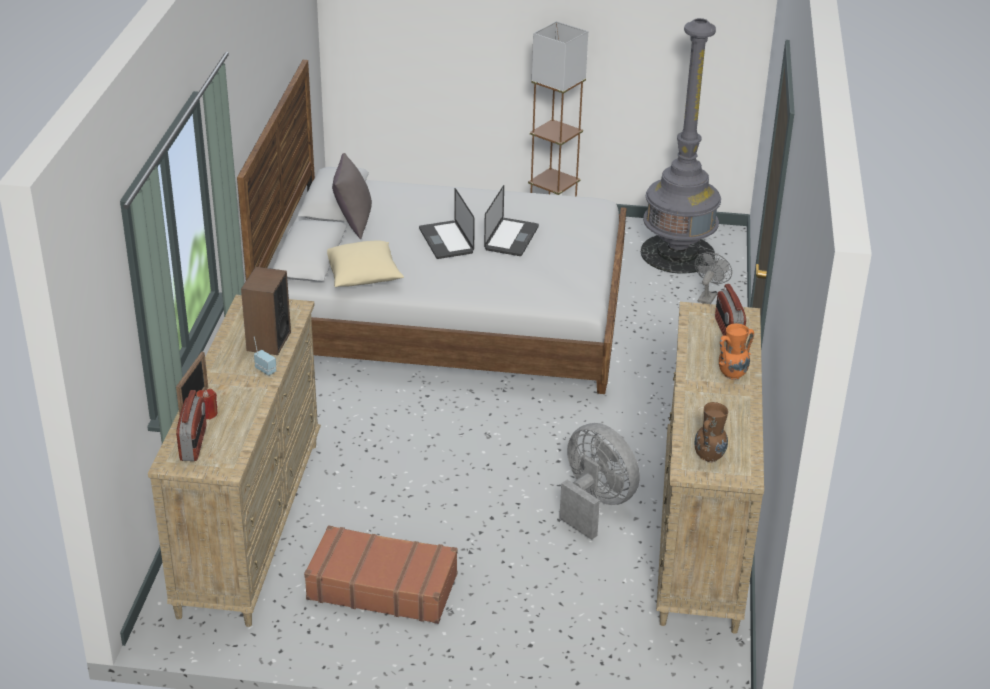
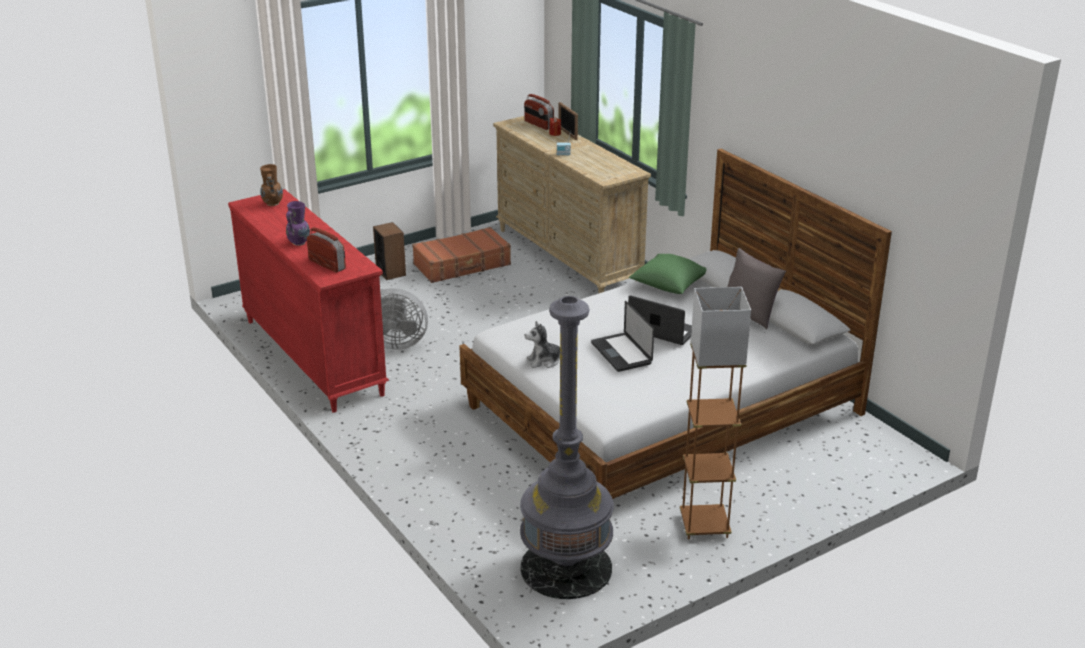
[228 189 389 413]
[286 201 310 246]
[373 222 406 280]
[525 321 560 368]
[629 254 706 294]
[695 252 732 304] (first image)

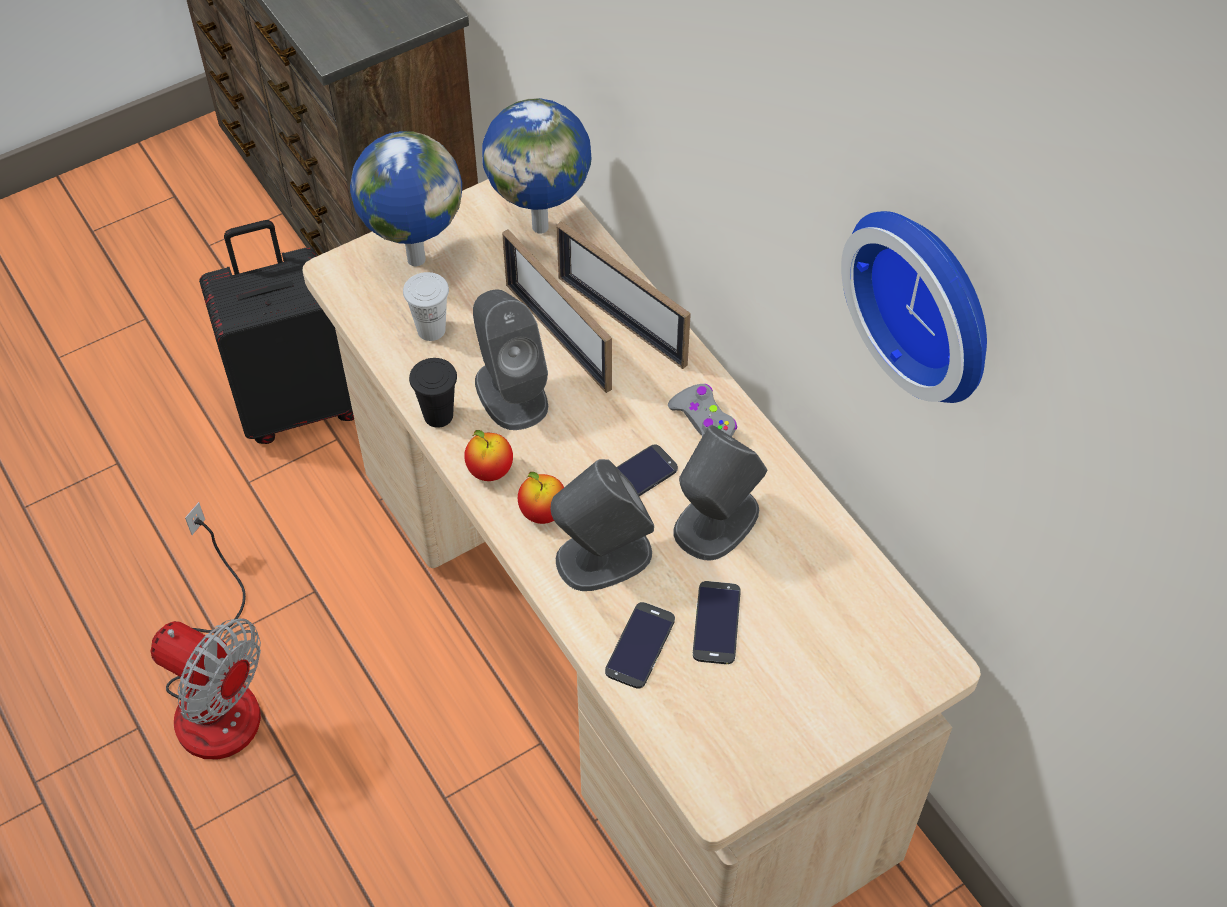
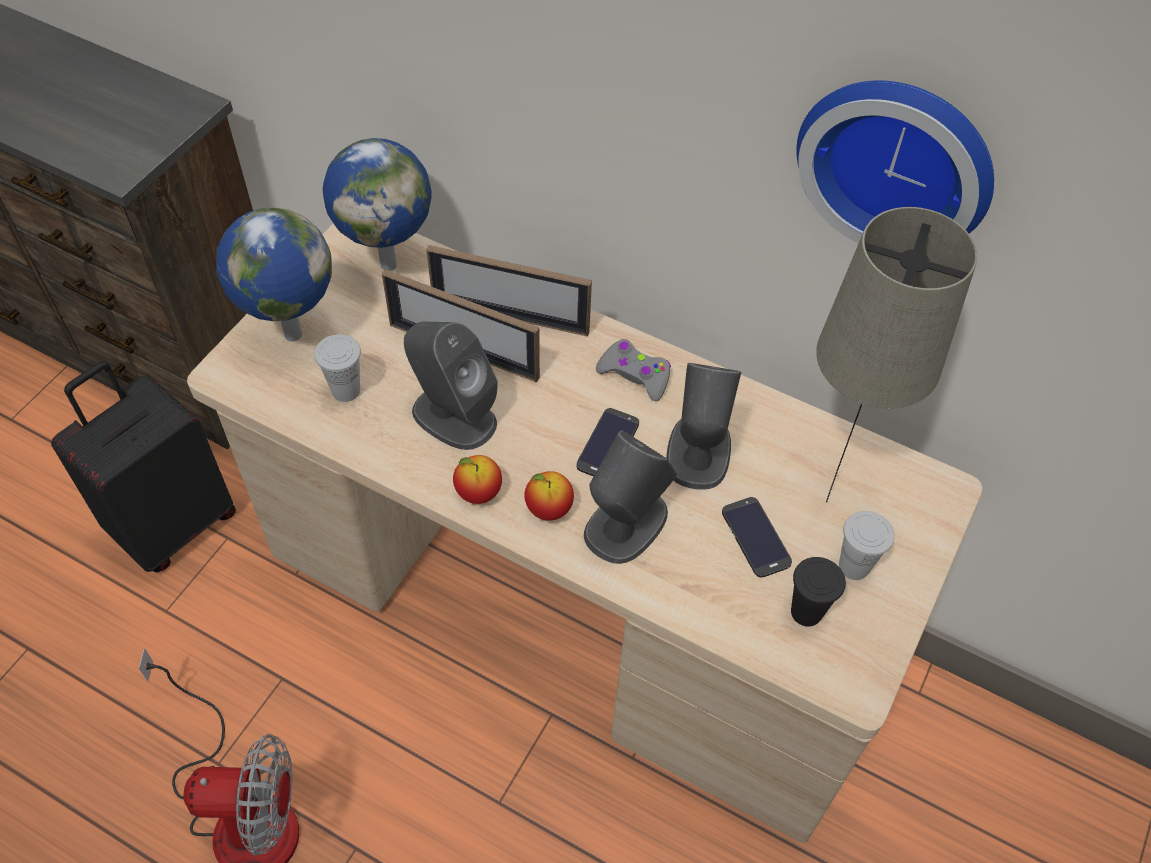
[791 557 846 627]
[816 207 977 502]
[839 511 895 580]
[605 602 675 689] (first image)

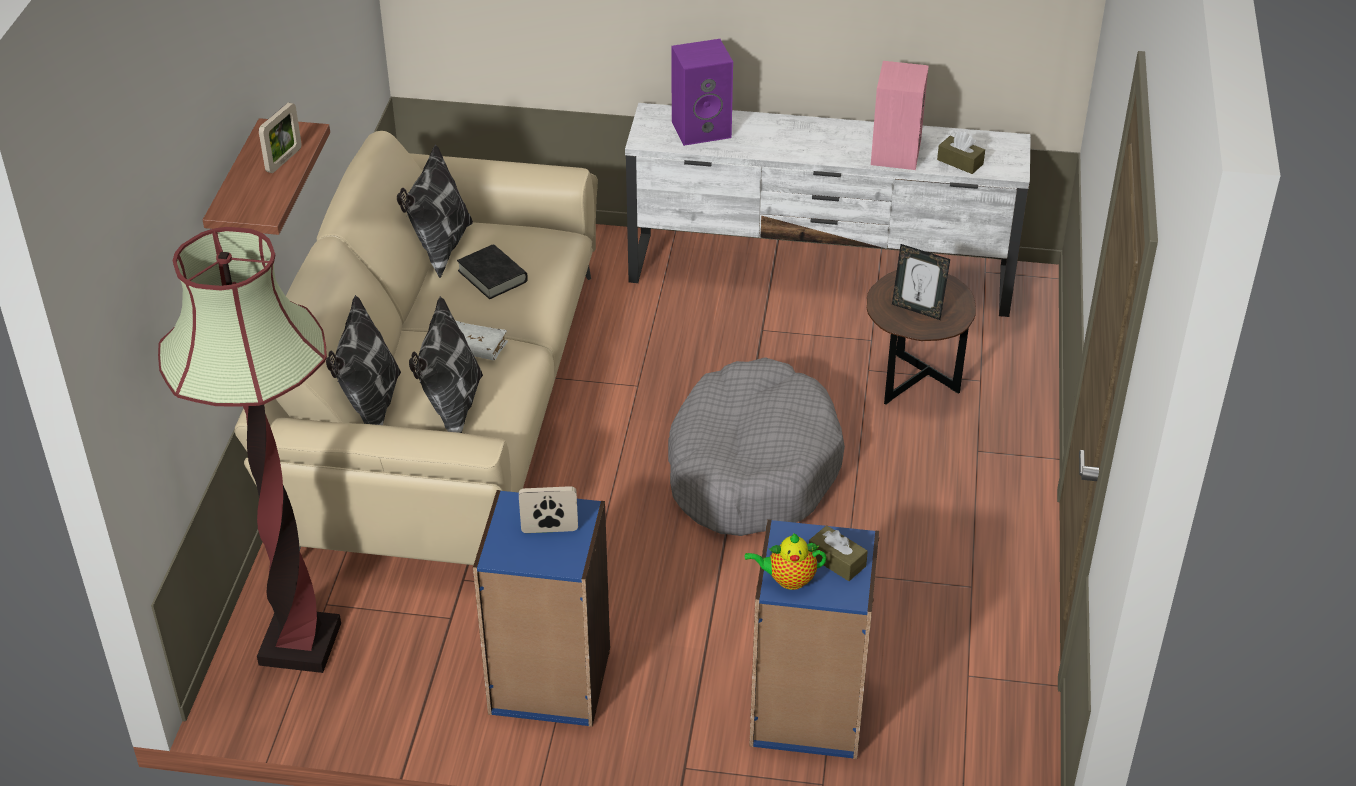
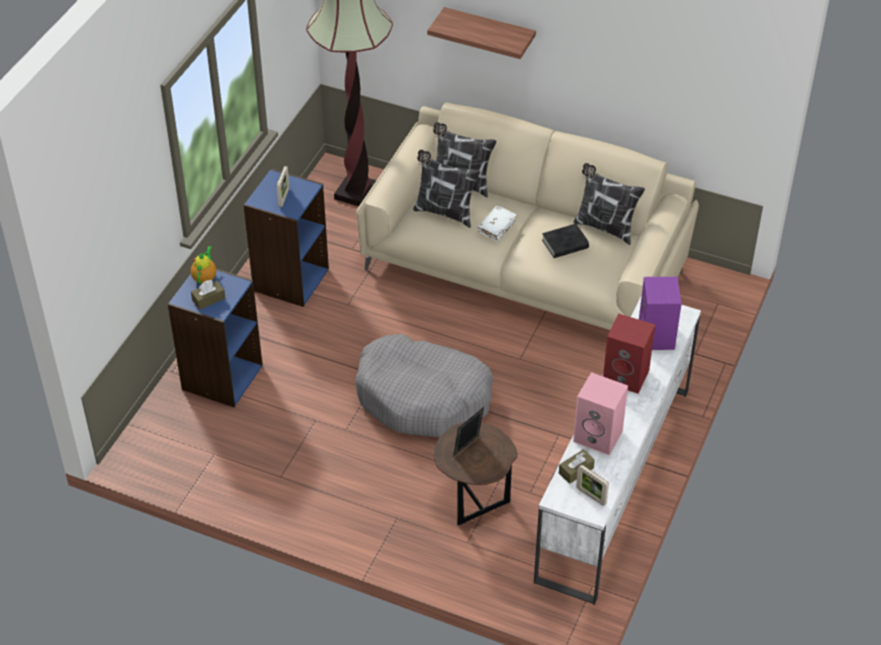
[576 465 609 506]
[603 314 655 394]

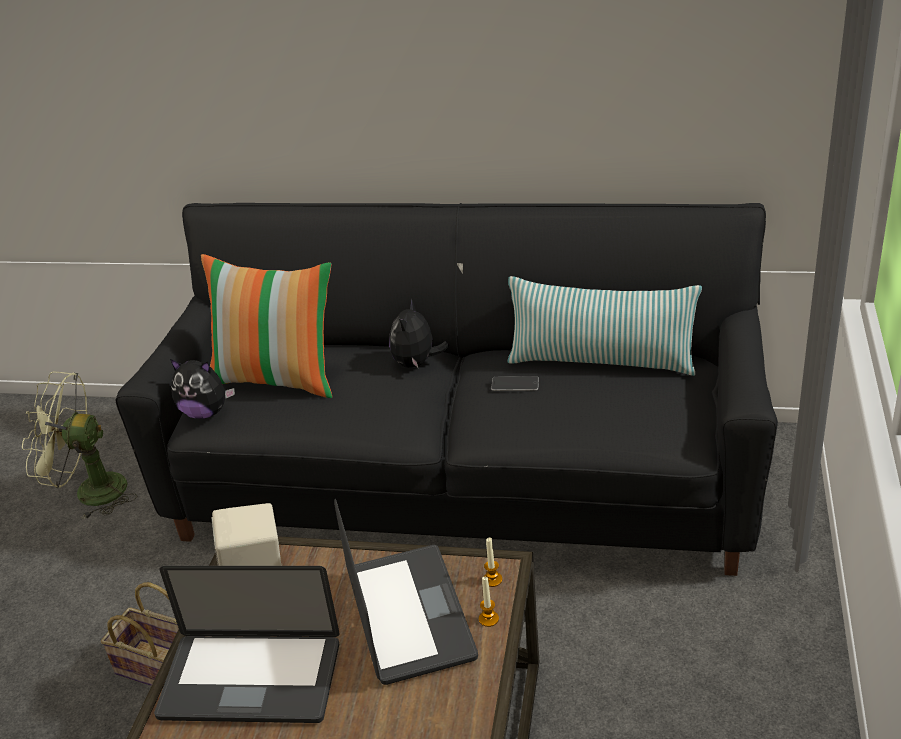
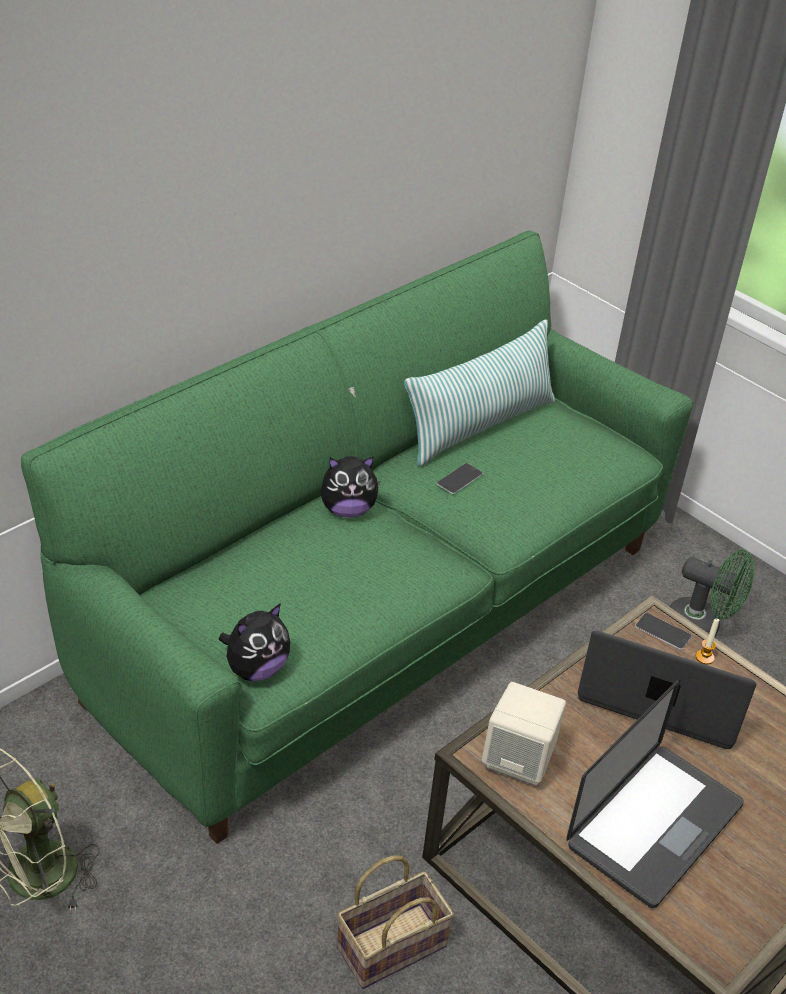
[21 231 693 844]
[320 456 381 518]
[635 613 692 650]
[669 550 754 636]
[201 254 332 398] (first image)

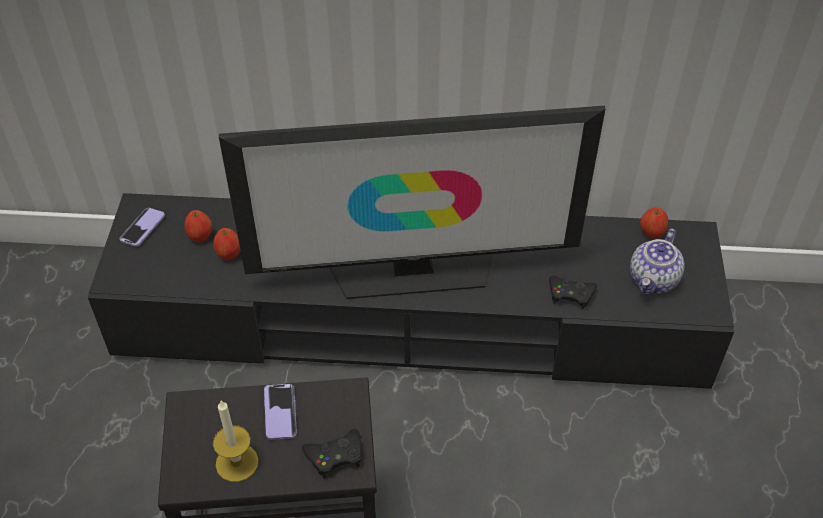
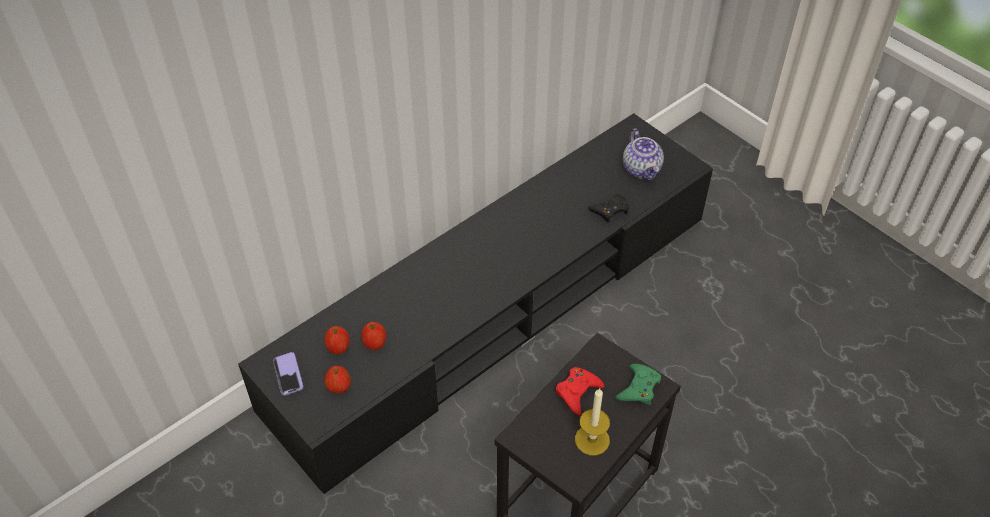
[324 366 351 393]
[556 367 604 416]
[615 364 661 405]
[219 106 606 299] (first image)

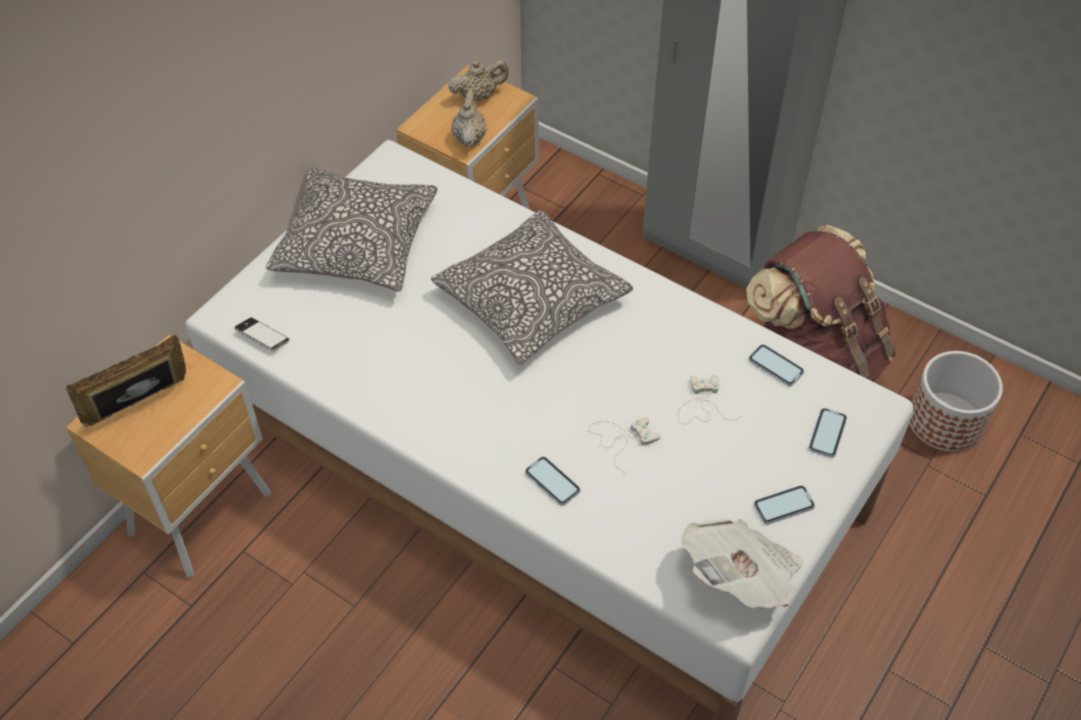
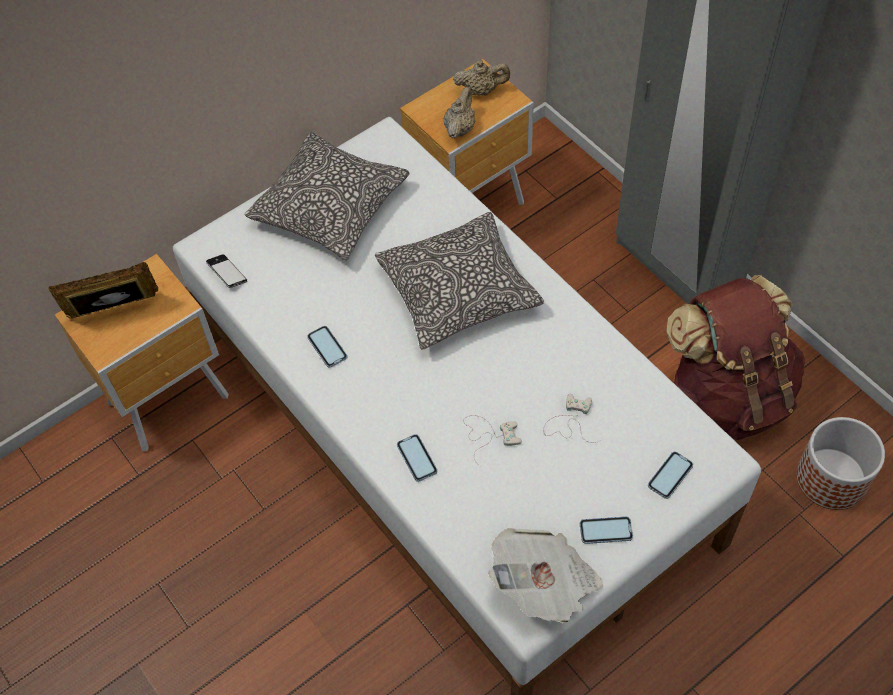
[307 326 347 368]

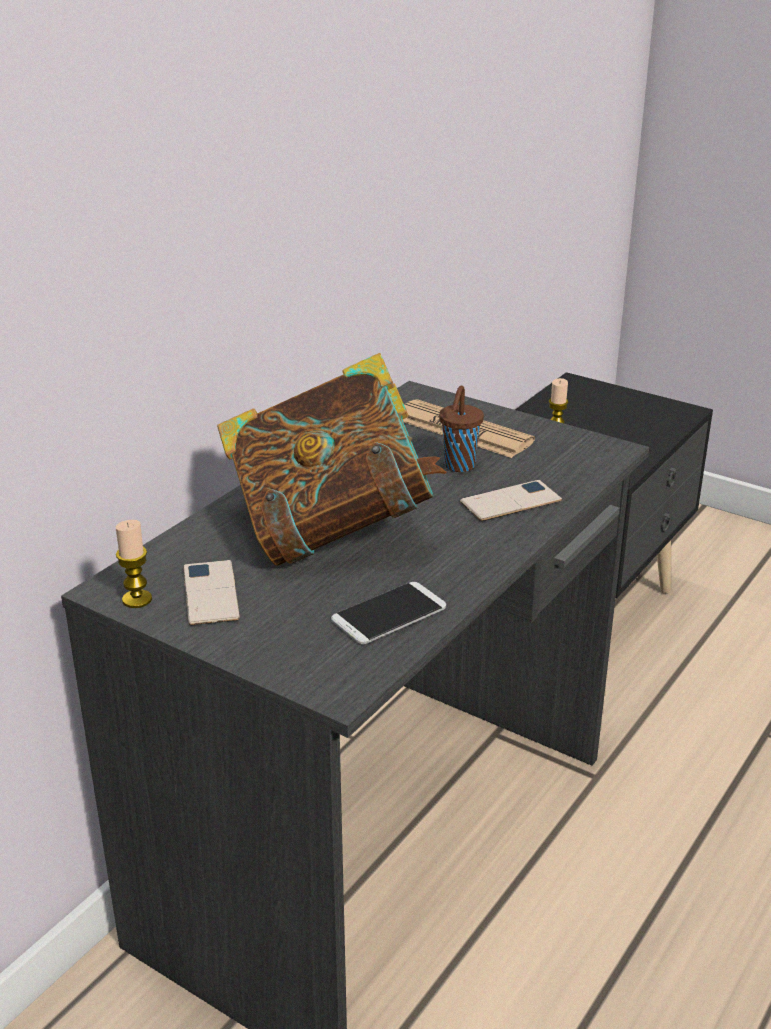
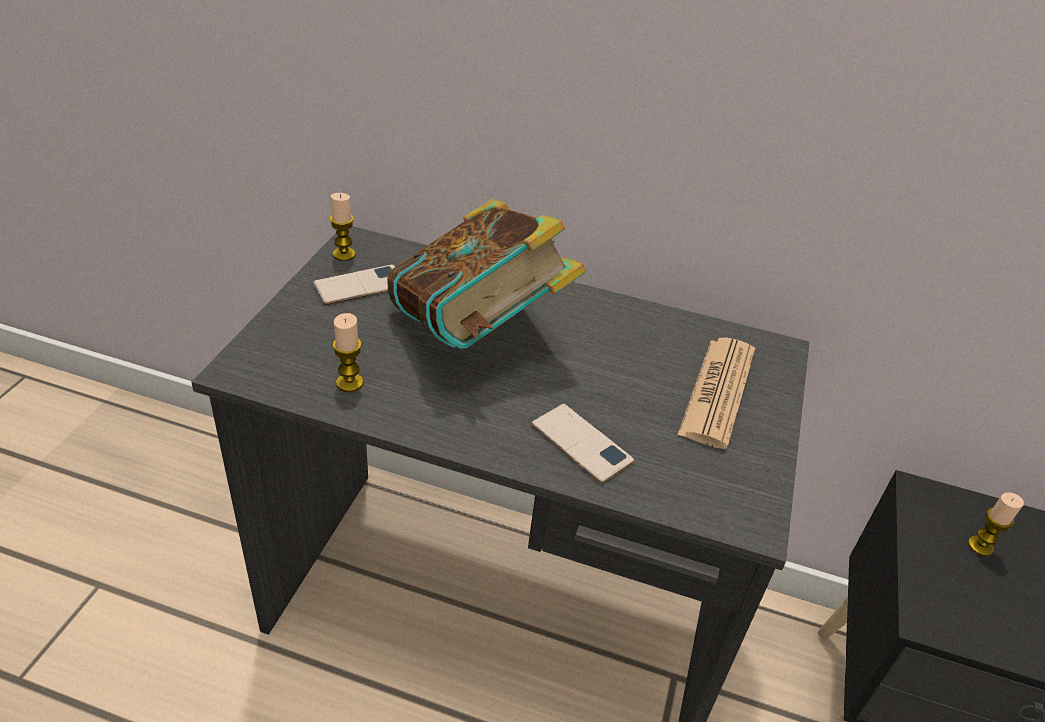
[333 313 363 392]
[439 386 484 472] (first image)

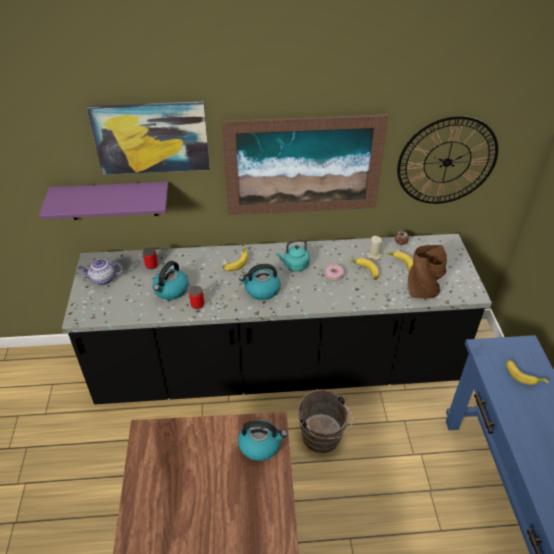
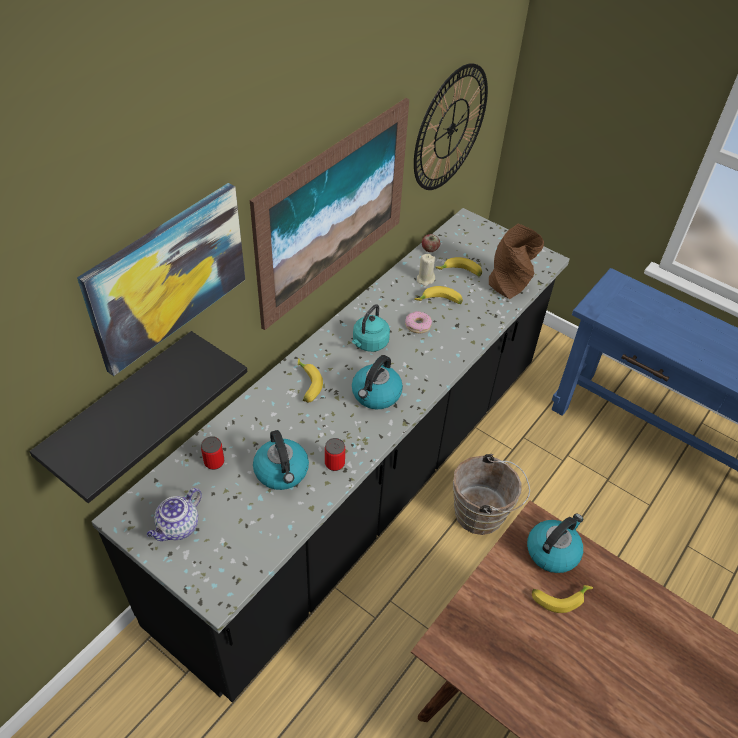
[29 331 247 503]
[532 585 593 613]

